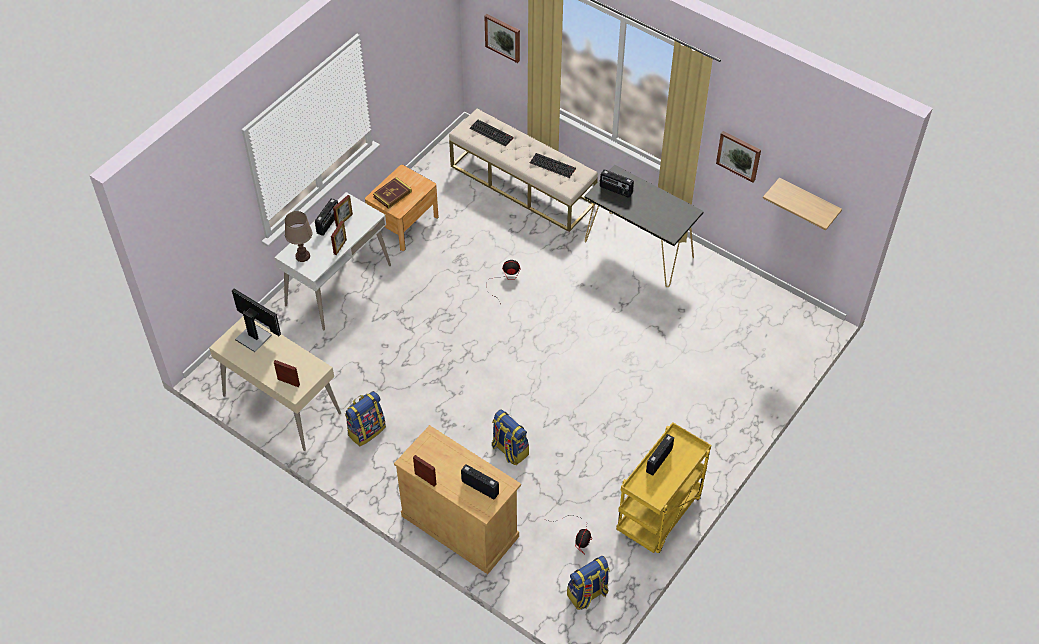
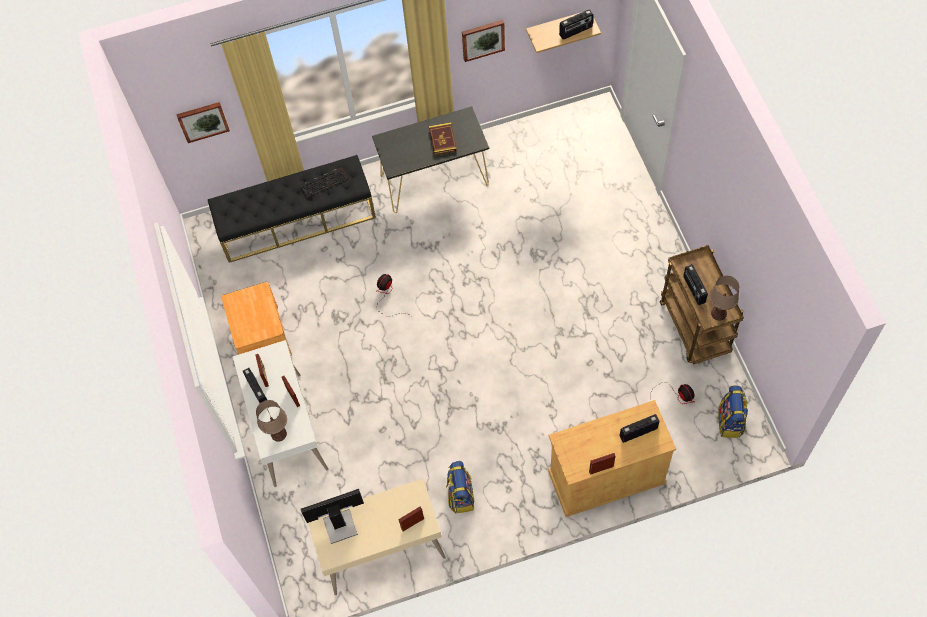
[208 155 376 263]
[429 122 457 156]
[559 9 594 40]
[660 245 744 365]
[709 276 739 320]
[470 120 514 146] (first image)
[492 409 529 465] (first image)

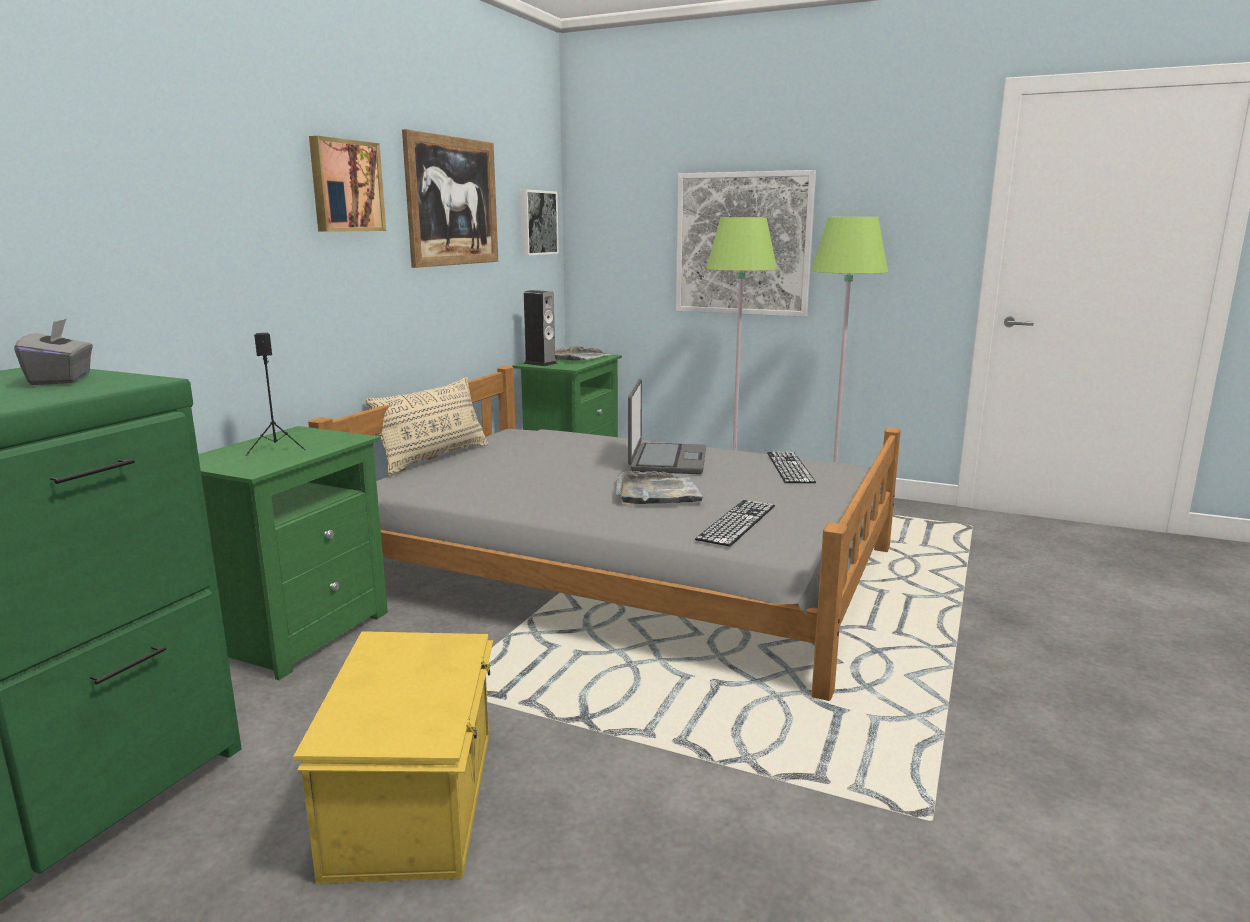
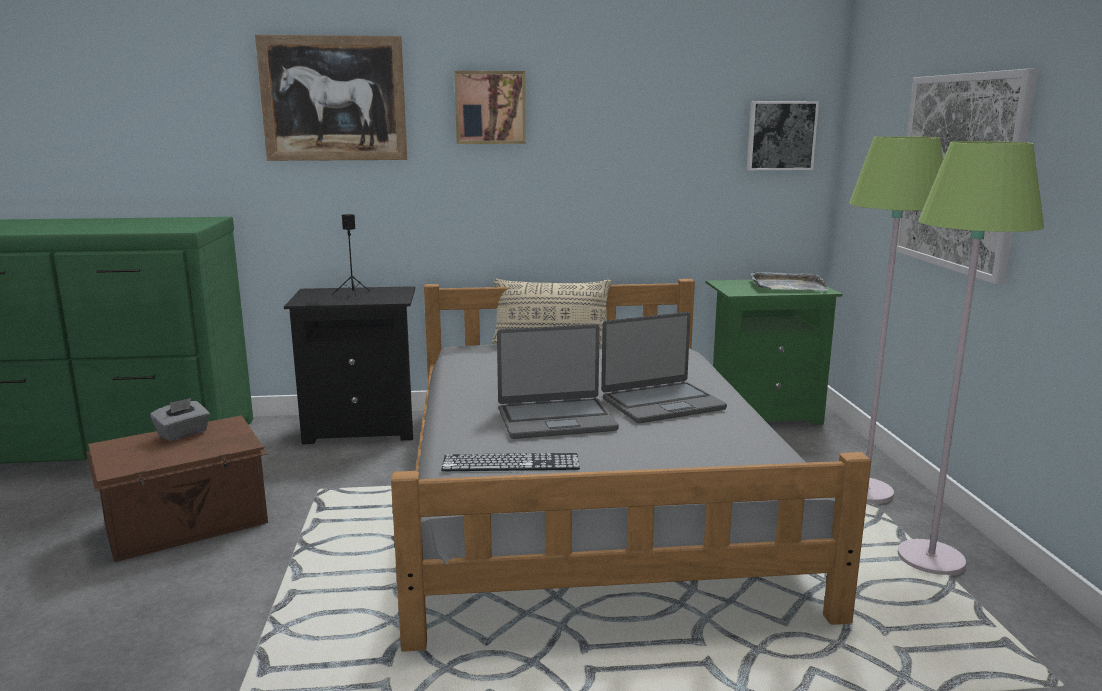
[86 415 268 562]
[150 398 210 441]
[255 35 407 161]
[284 286 415 444]
[497 324 619 439]
[524 290 557 366] (first image)
[767 452 816 483] (first image)

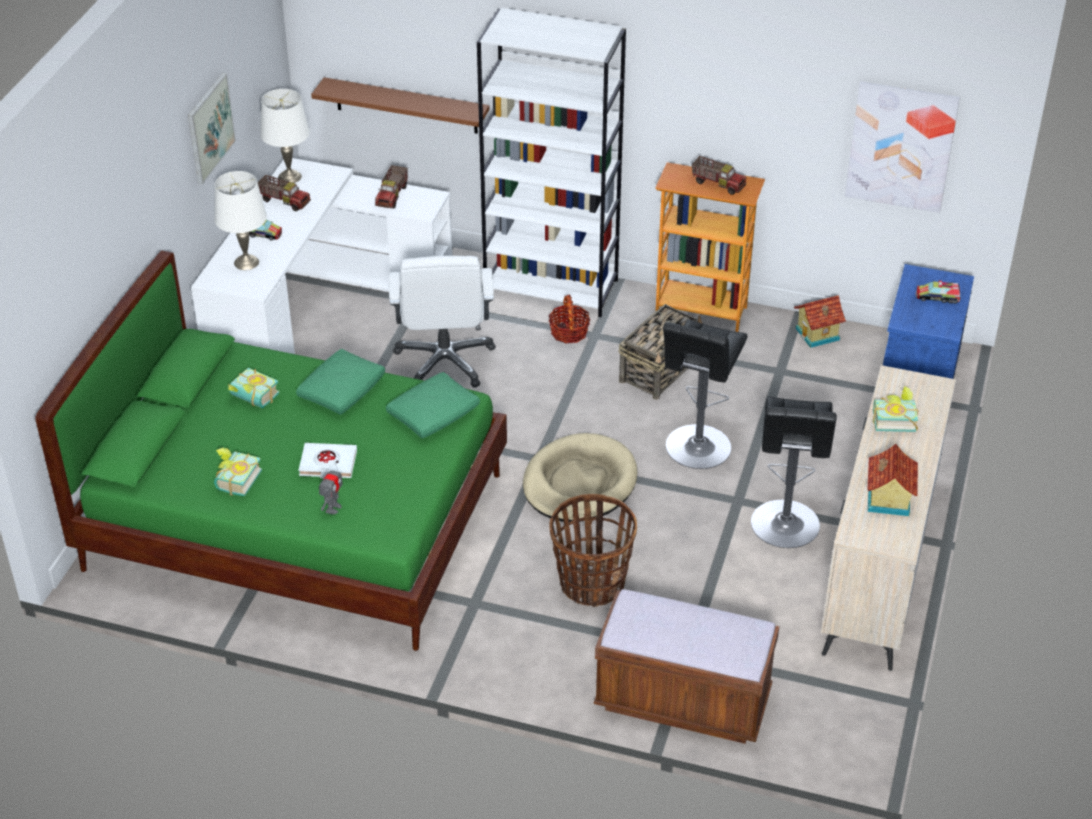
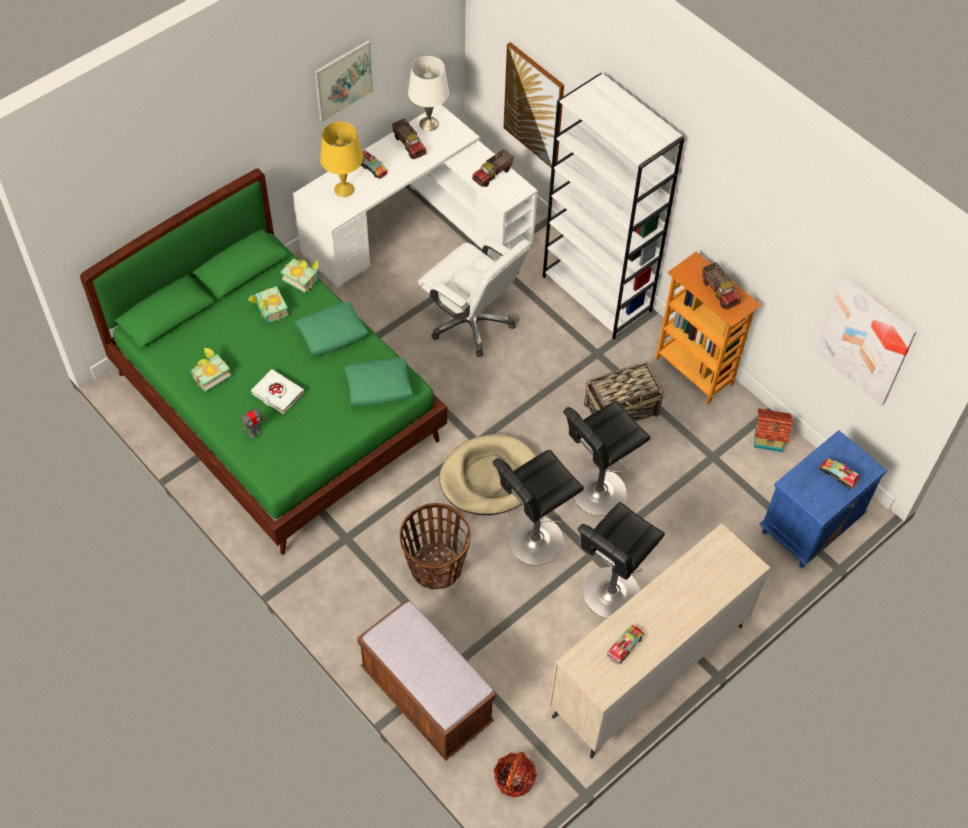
[280 258 320 293]
[320 122 363 197]
[418 238 530 357]
[492 450 584 565]
[494 752 537 798]
[503 42 564 168]
[607 625 645 665]

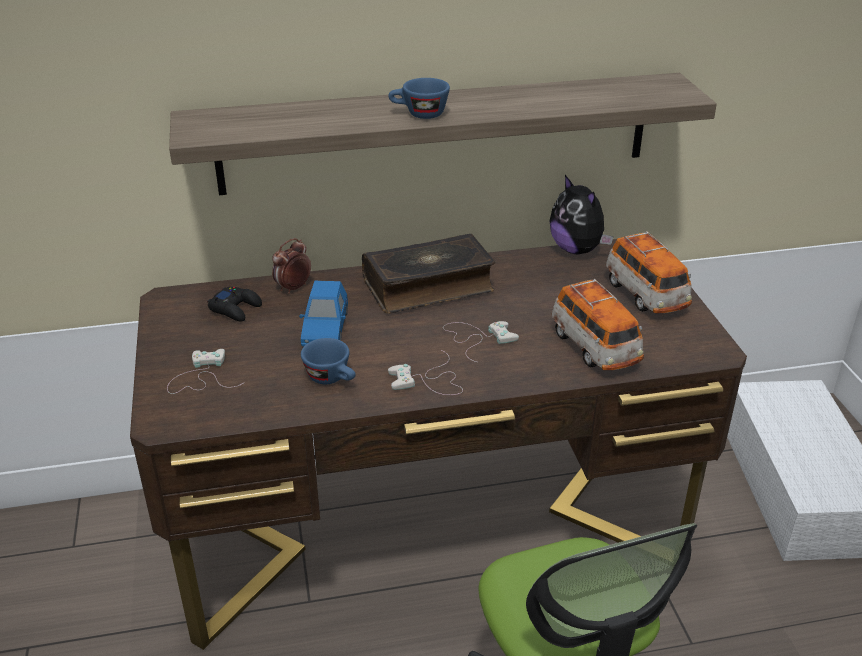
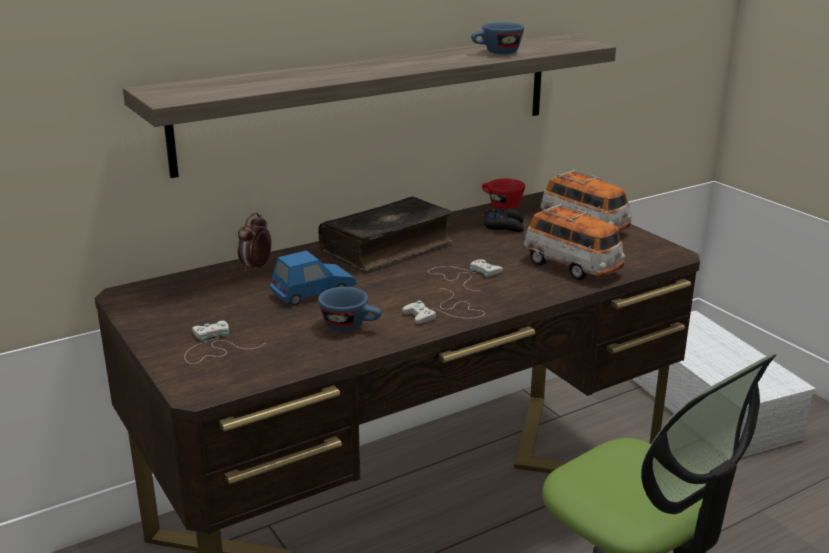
[270 250 357 306]
[471 22 524 54]
[482 179 525 209]
[484 208 524 232]

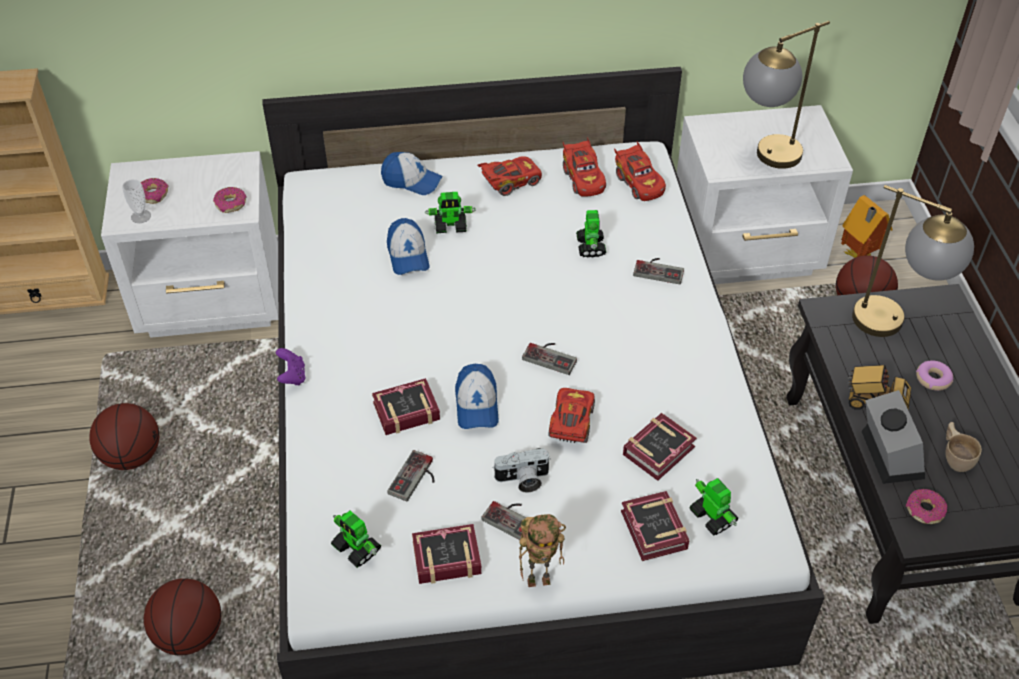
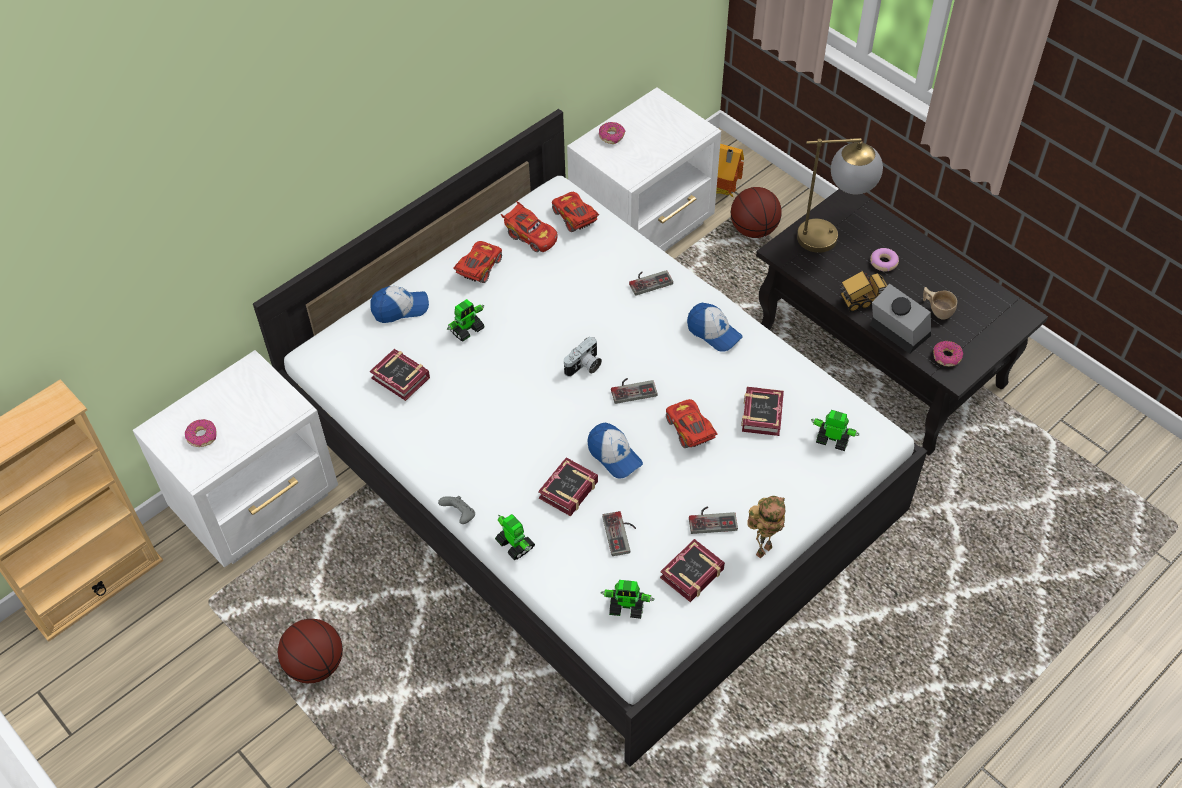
[370 349 430 401]
[438 496 475 524]
[495 514 535 561]
[552 192 599 232]
[564 336 602 377]
[599 122 625 144]
[687 303 743 351]
[122 179 151 223] (first image)
[144 578 221 655] (first image)
[743 21 830 169] (first image)

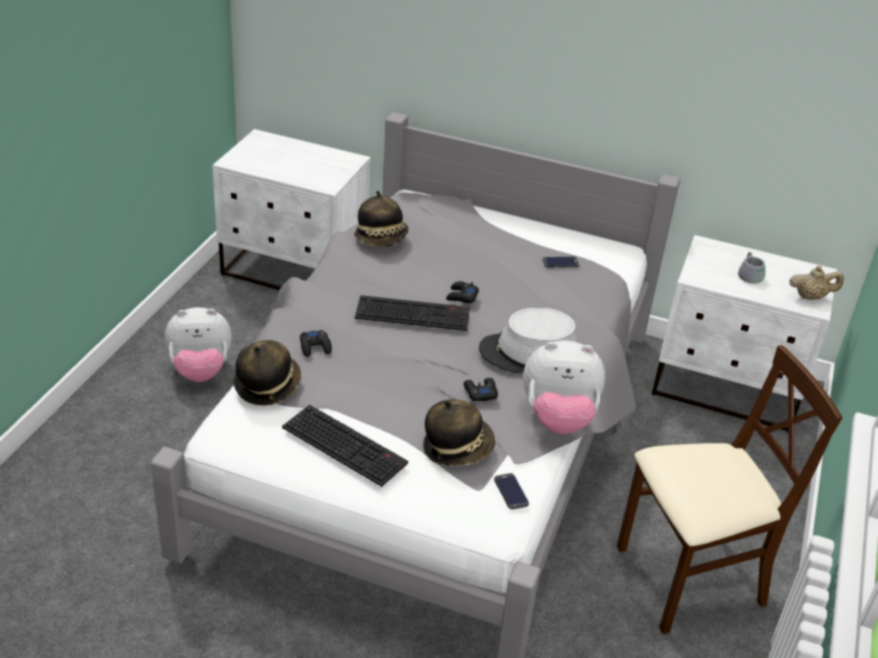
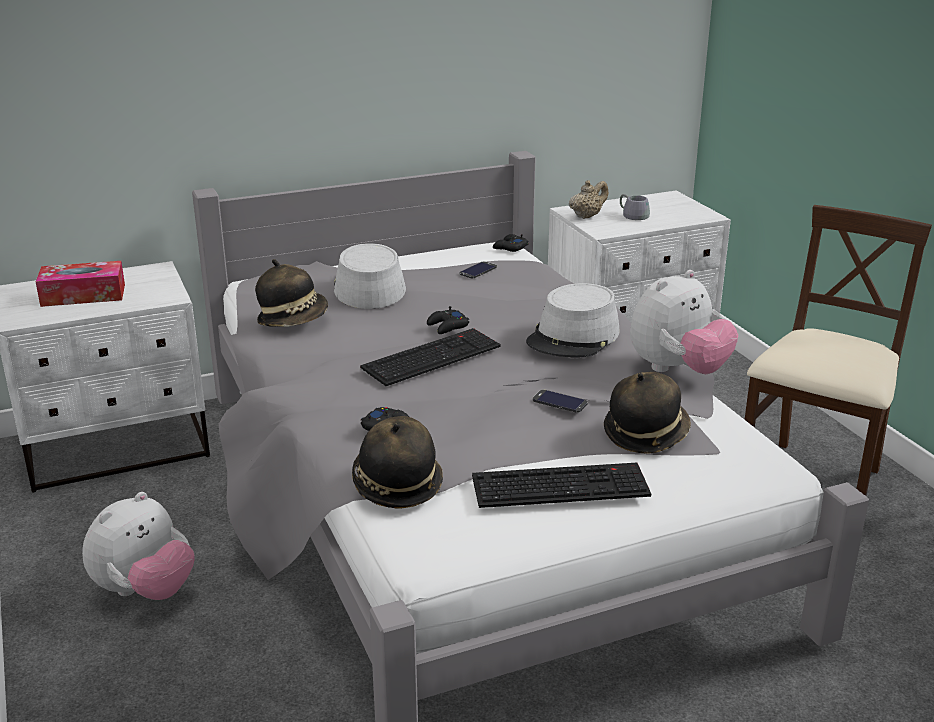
[36 261 125 307]
[334 243 406 309]
[493 234 528 252]
[533 390 588 413]
[569 180 608 219]

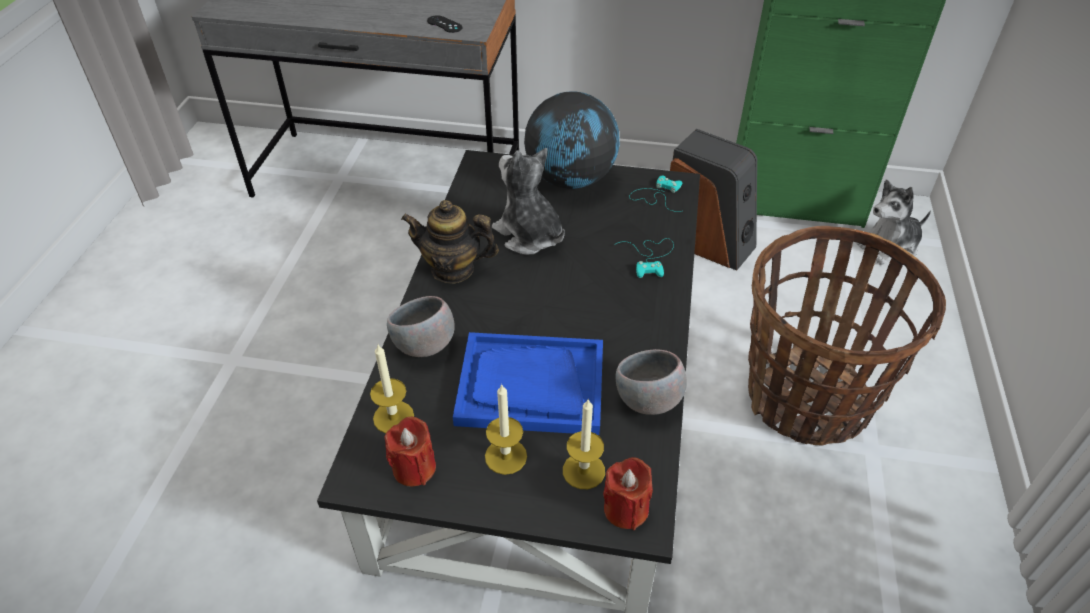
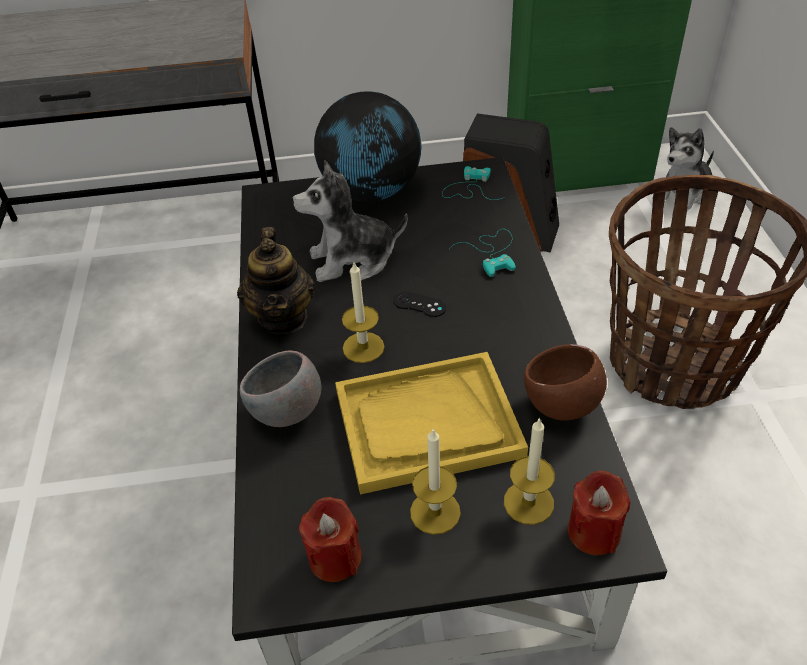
[237 227 316 334]
[292 161 408 282]
[335 352 528 495]
[342 263 385 363]
[393 291 447 317]
[524 344 607 421]

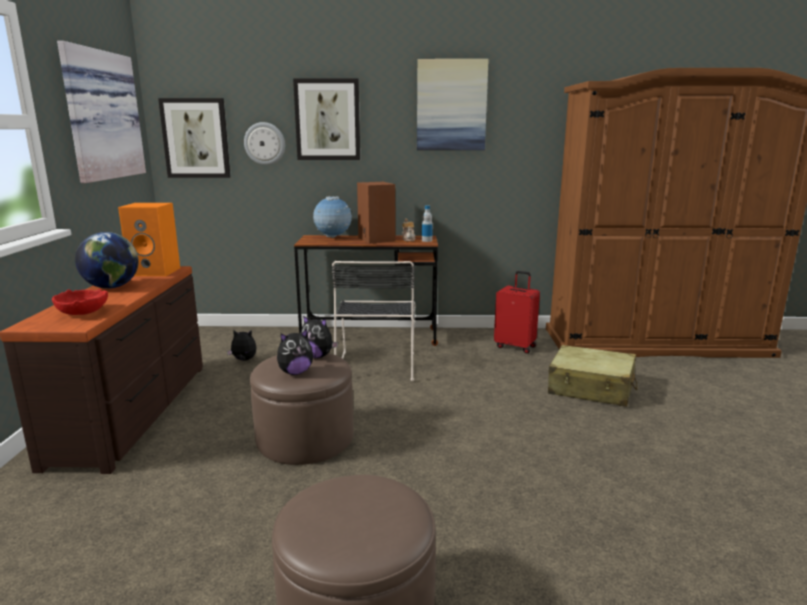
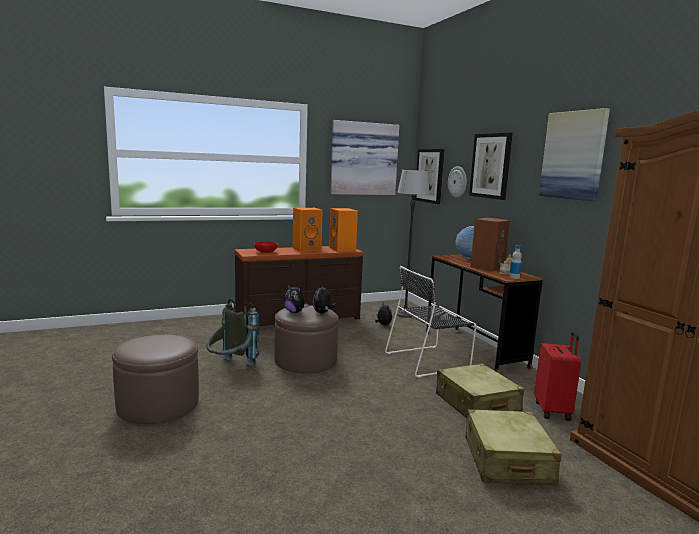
[207 299 259 365]
[293 208 323 251]
[394 170 430 318]
[436 363 524 418]

